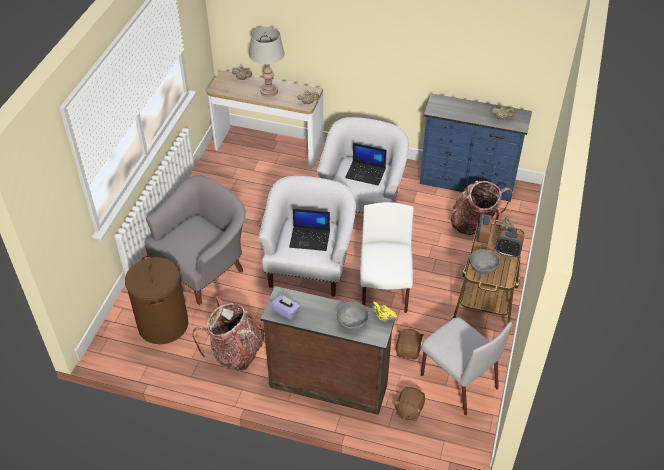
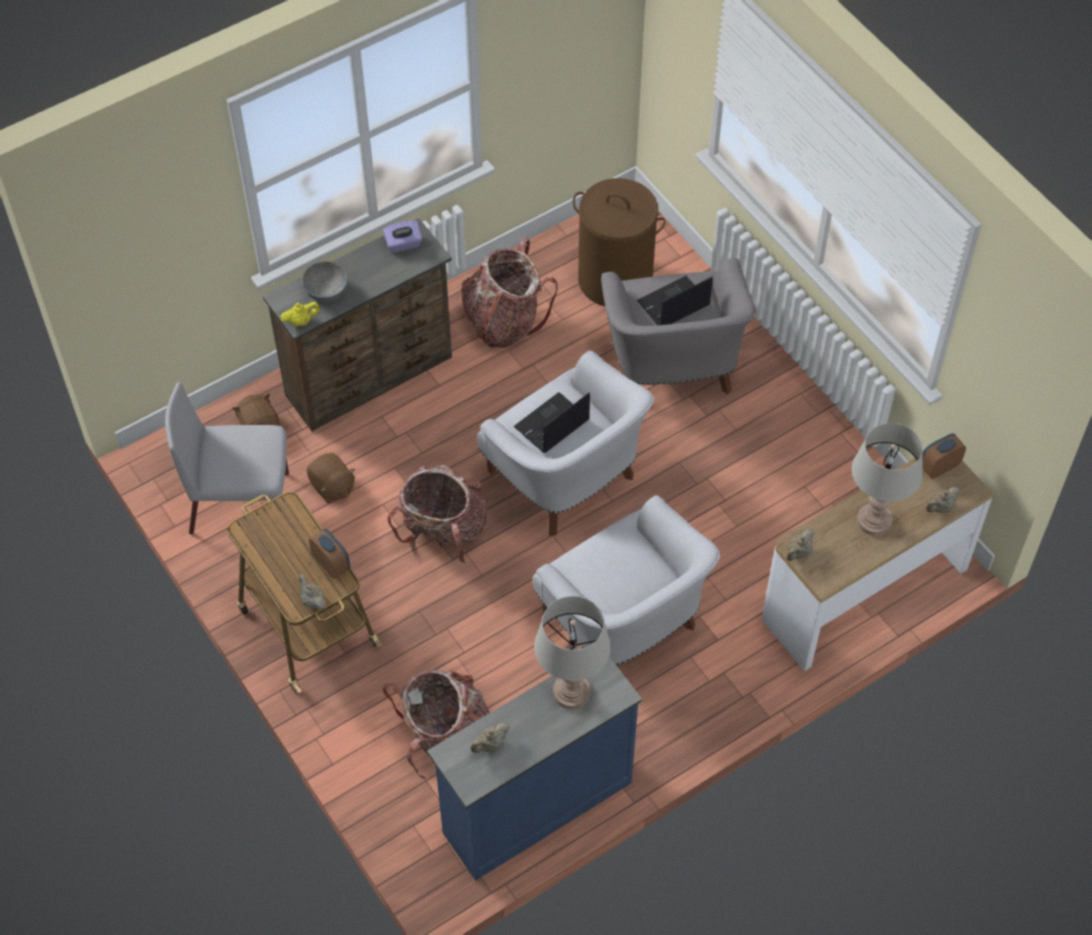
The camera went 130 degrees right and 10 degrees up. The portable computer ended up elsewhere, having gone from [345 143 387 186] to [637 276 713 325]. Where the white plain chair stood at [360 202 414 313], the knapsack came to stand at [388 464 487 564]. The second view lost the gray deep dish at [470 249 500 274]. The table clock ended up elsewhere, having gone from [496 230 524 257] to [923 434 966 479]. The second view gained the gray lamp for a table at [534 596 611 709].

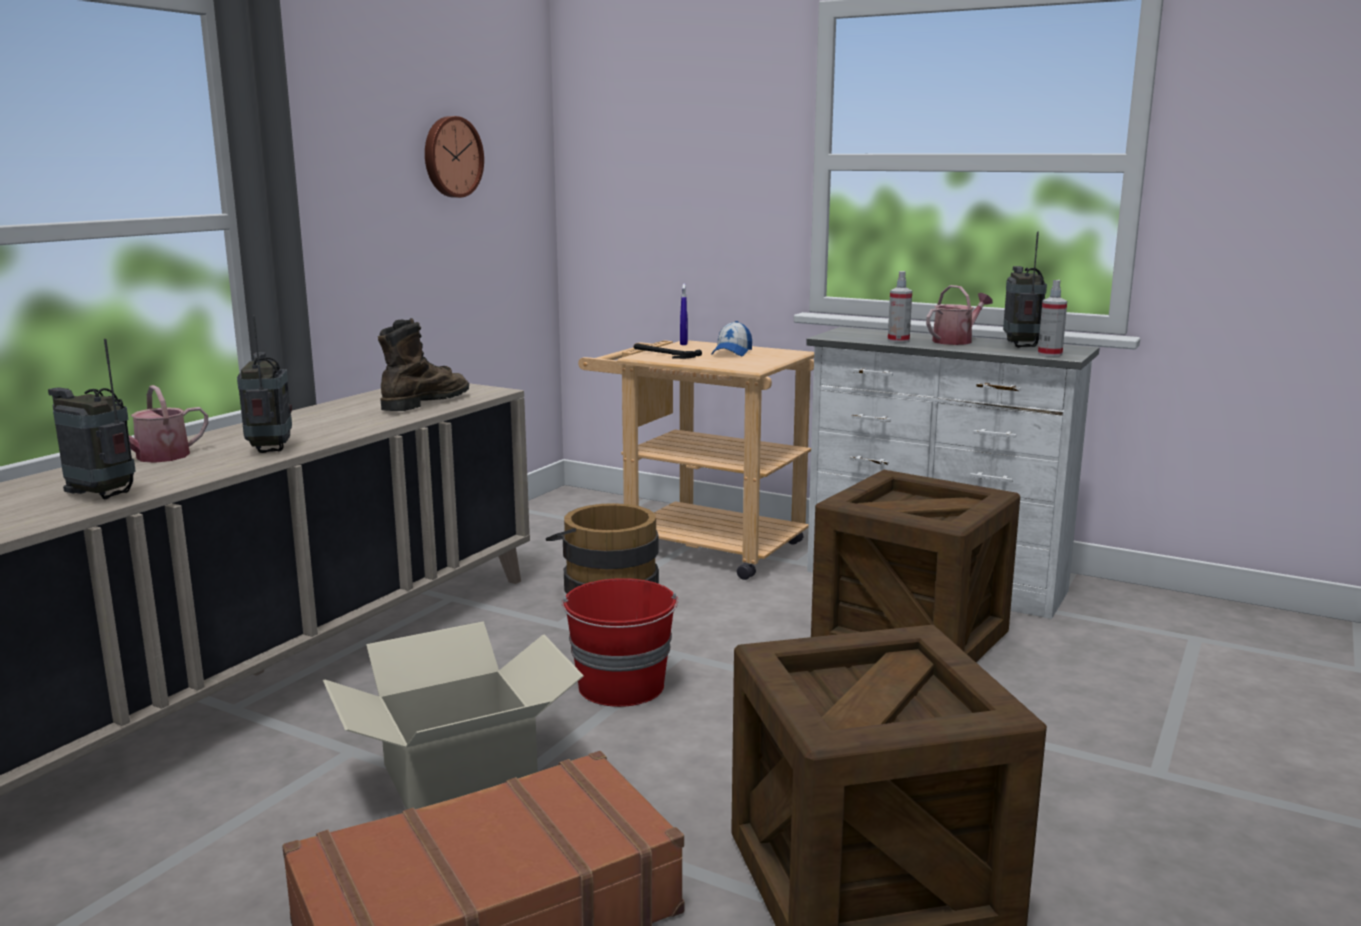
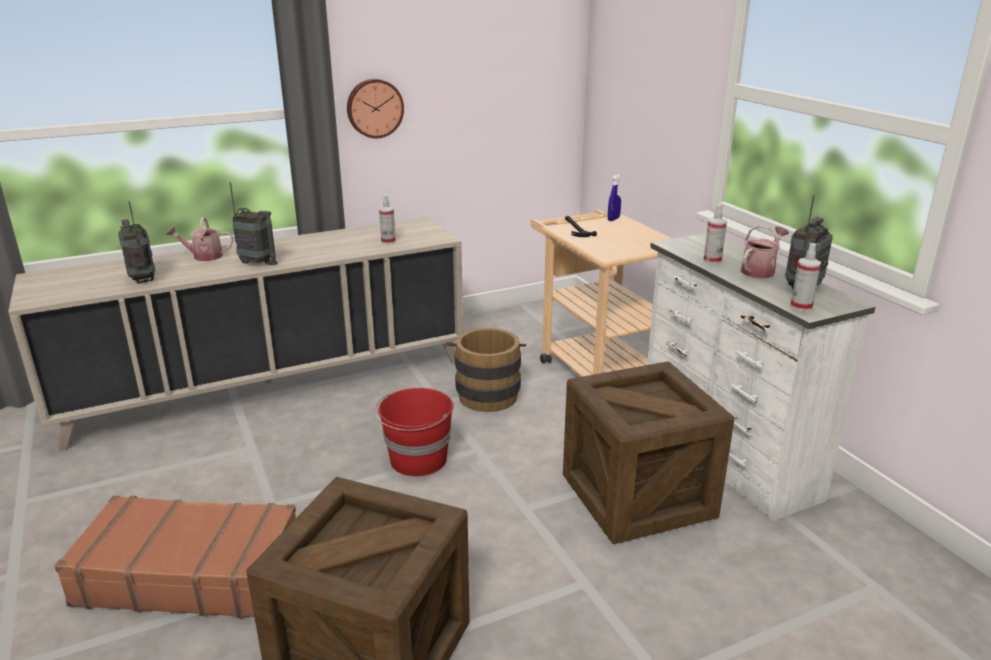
The camera went 35 degrees right and 10 degrees up. The radio set at [237 315 292 453] ended up facing another way, 90 degrees clockwise from before. The second view lost the packing box at [323 622 584 810]. Where the brown boot stood at [378 318 469 411], the sprayer came to stand at [379 195 396 244]. The clock on the wall ended up elsewhere, having gone from [425 116 484 198] to [347 79 404 138]. The second view lost the baseball cap at [711 321 752 356]. The watering pot at [926 285 993 345] ended up facing another way, 45 degrees counterclockwise from before.

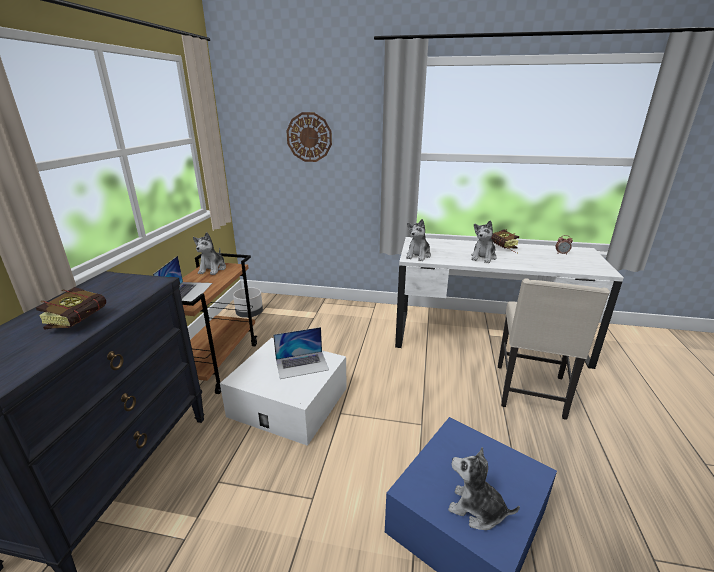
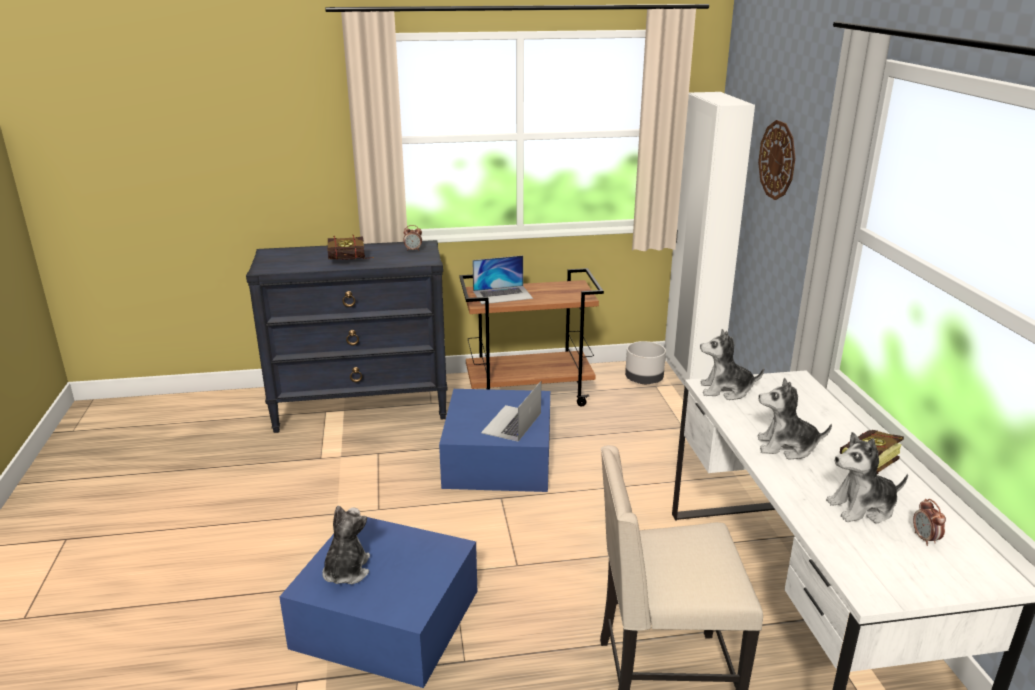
The camera went 70 degrees right and 0 degrees up. The soft toy ended up elsewhere, having gone from [193 232 226 275] to [826 432 908 524]. What was the white storage bin at [220 338 347 446] turned into the blue storage bin at [439 389 550 492]. The portable computer at [273 327 329 379] ended up facing another way, 60 degrees clockwise from before. The second view gained the table clock at [403 225 422 251]. The second view gained the white armoire at [665 92 755 386].

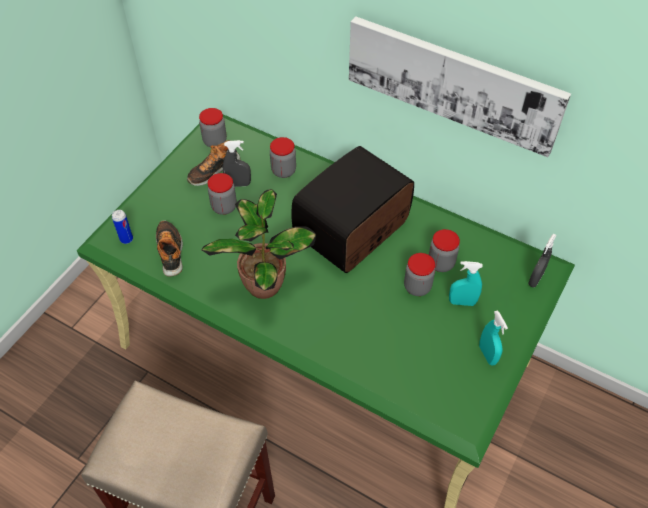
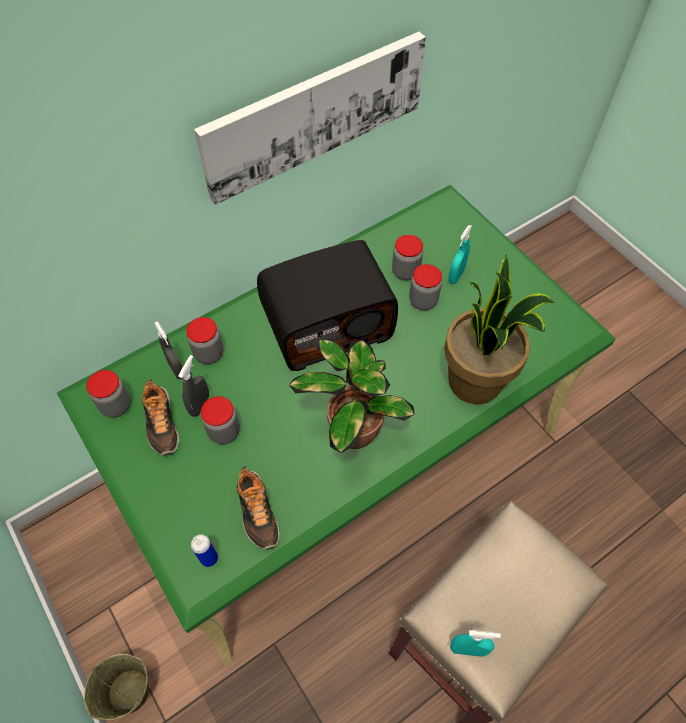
The camera went 65 degrees left and 5 degrees up. The shoe at [156 220 183 277] ended up facing another way, 120 degrees counterclockwise from before. The radio set at [292 146 414 273] ended up facing another way, 90 degrees counterclockwise from before. The turquoise sprayer ended up elsewhere, having gone from [479 310 508 366] to [450 630 501 657]. The gray sprayer ended up elsewhere, having gone from [528 234 557 287] to [154 321 183 379]. The second view gained the sand-coloured water bucket at [84 654 149 720]. The second view gained the houseplant at [444 254 554 404].

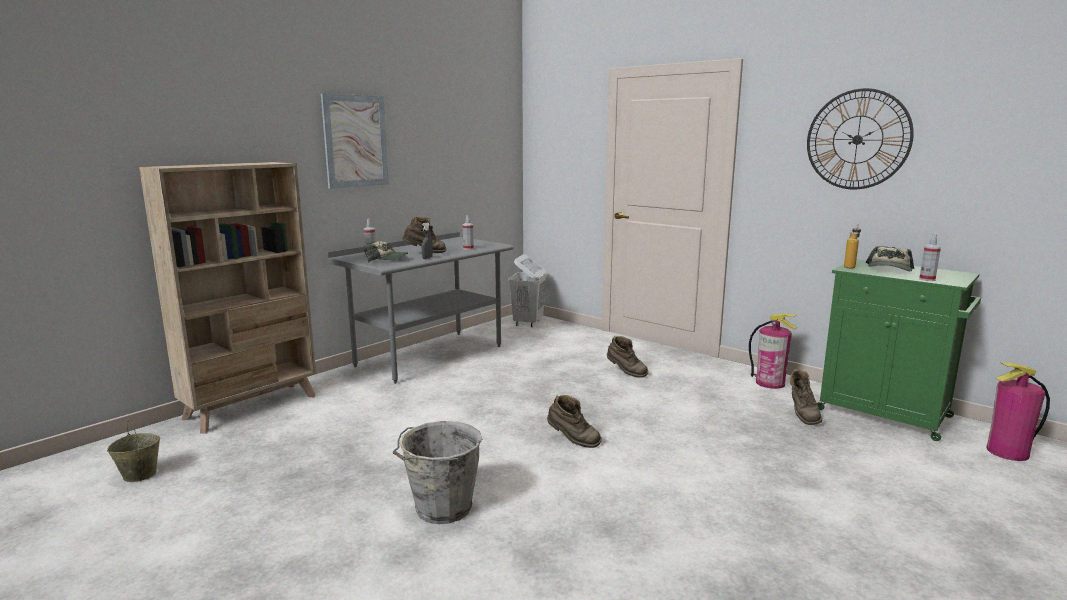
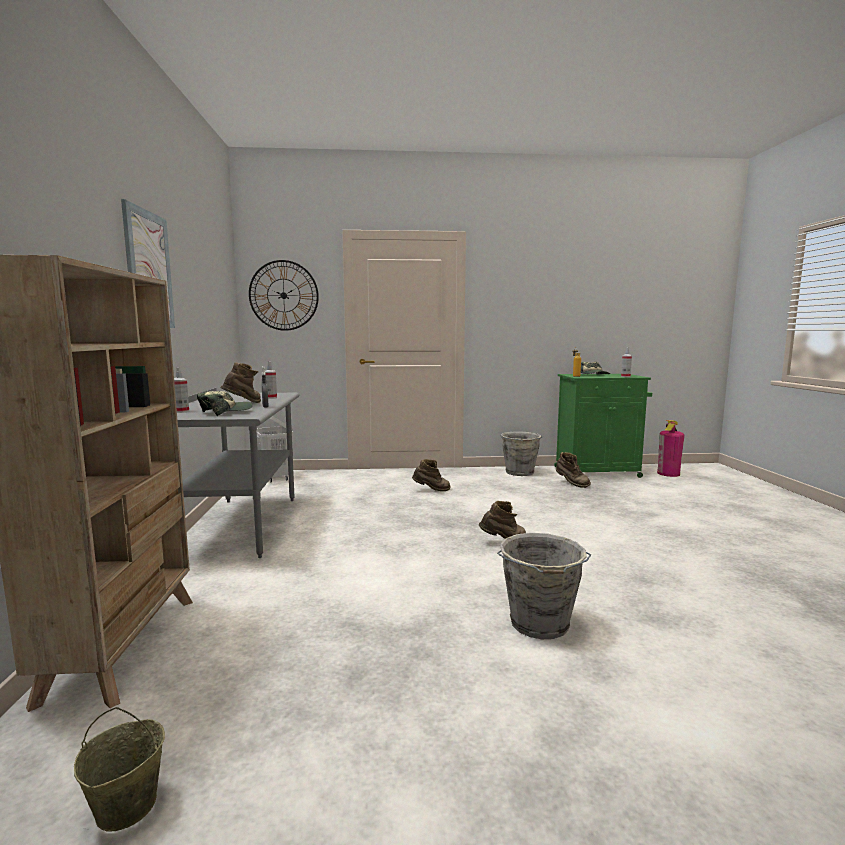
The camera went 45 degrees left and 5 degrees down. Where the extinguisher stood at [749 314 797 389], the gray water bucket came to stand at [501 432 544 476]. The clock on the wall ended up elsewhere, having gone from [807 88 914 189] to [249 260 319 331].

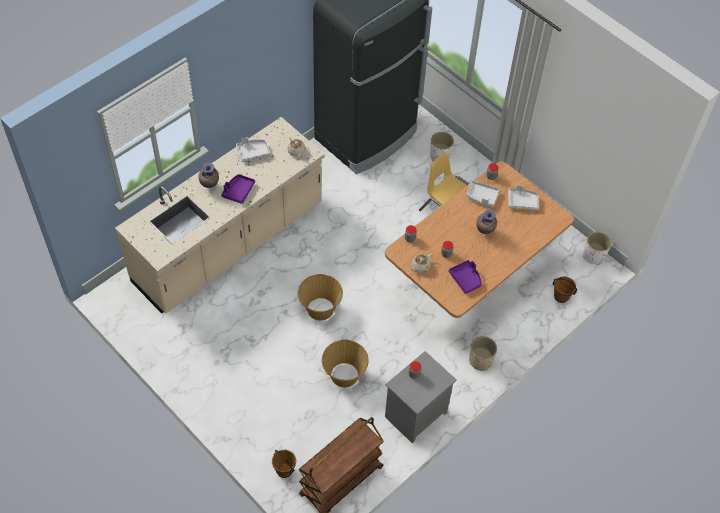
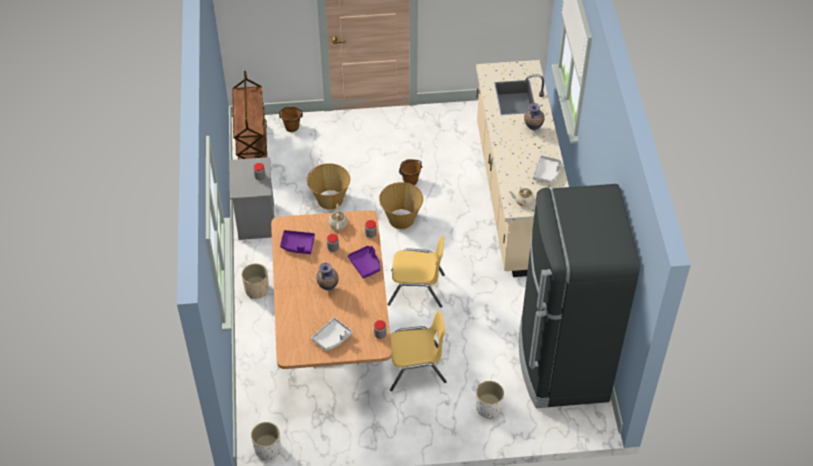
The camera went 130 degrees right and 5 degrees down. The purple-coloured carrying tray ended up elsewhere, having gone from [221 174 255 204] to [348 245 380 279]. The second view lost the gray carrying tray at [466 181 500 207]. The brown water bucket ended up elsewhere, having gone from [552 276 577 303] to [399 159 422 185]. The second view gained the yellow plain chair at [387 236 445 308].

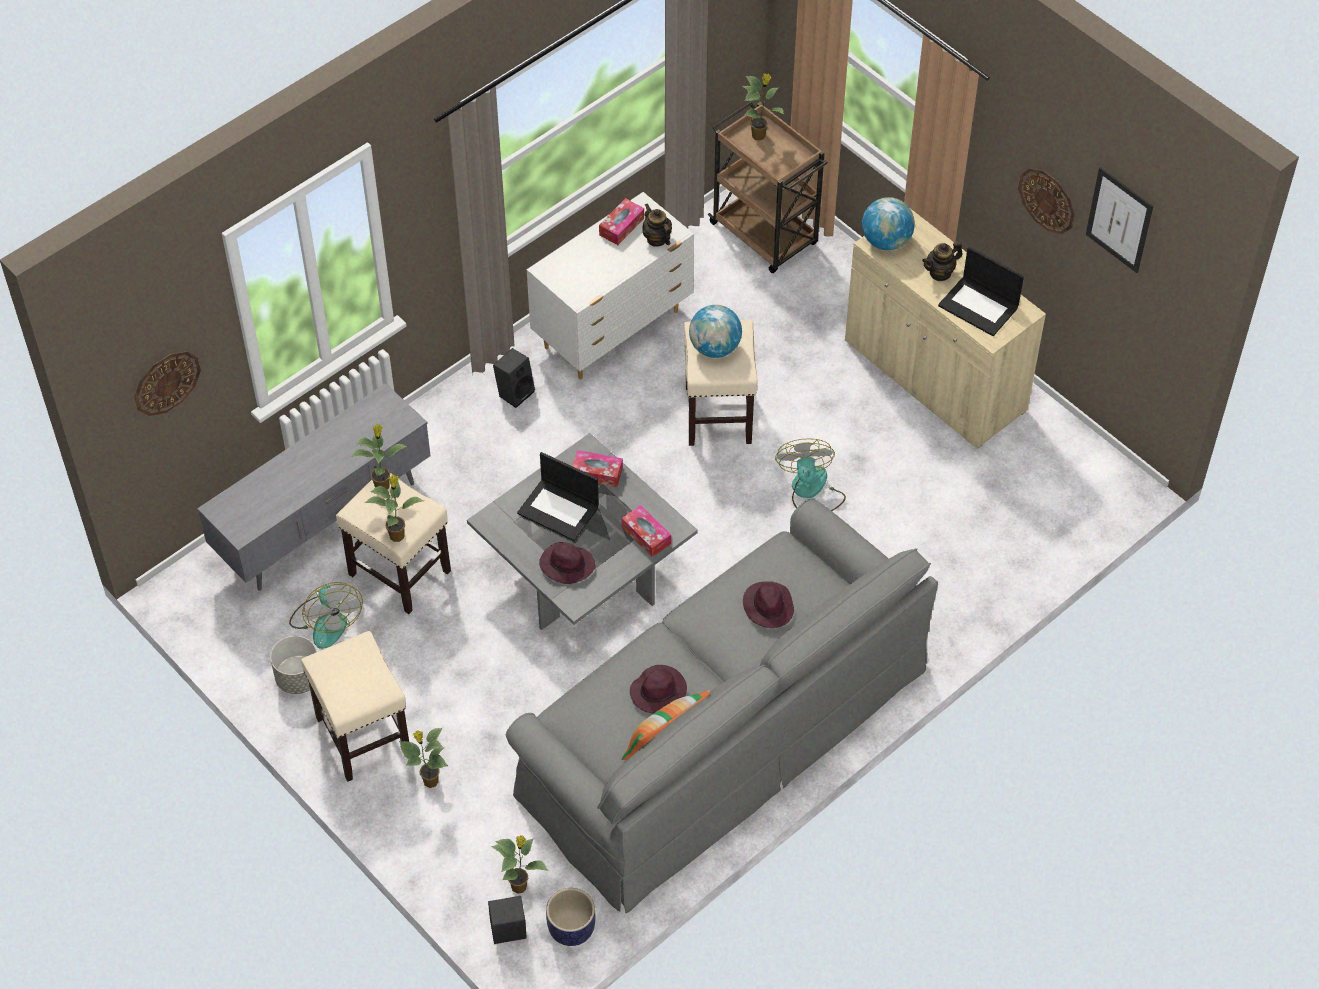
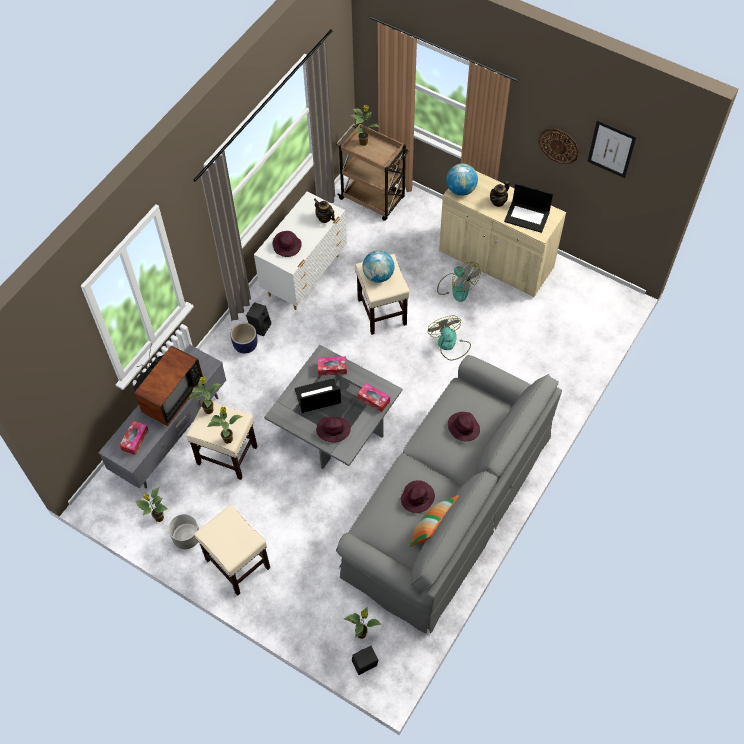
The camera went 15 degrees left and 5 degrees up. The second view lost the clock on the wall at [134 351 201 416]. The cooling fan ended up elsewhere, having gone from [289 582 363 649] to [437 262 481 302]. The houseplant ended up elsewhere, having gone from [399 728 448 788] to [135 488 168 522]. The portable computer at [517 452 599 541] ended up facing another way, 150 degrees clockwise from before. The plant pot ended up elsewhere, having gone from [546 888 595 946] to [230 323 257 354]. The tissue holder ended up elsewhere, having gone from [599 198 644 245] to [119 421 148 455]. The second view gained the TV at [134 343 203 426]. The second view gained the purple-coloured hat at [273 231 302 257].

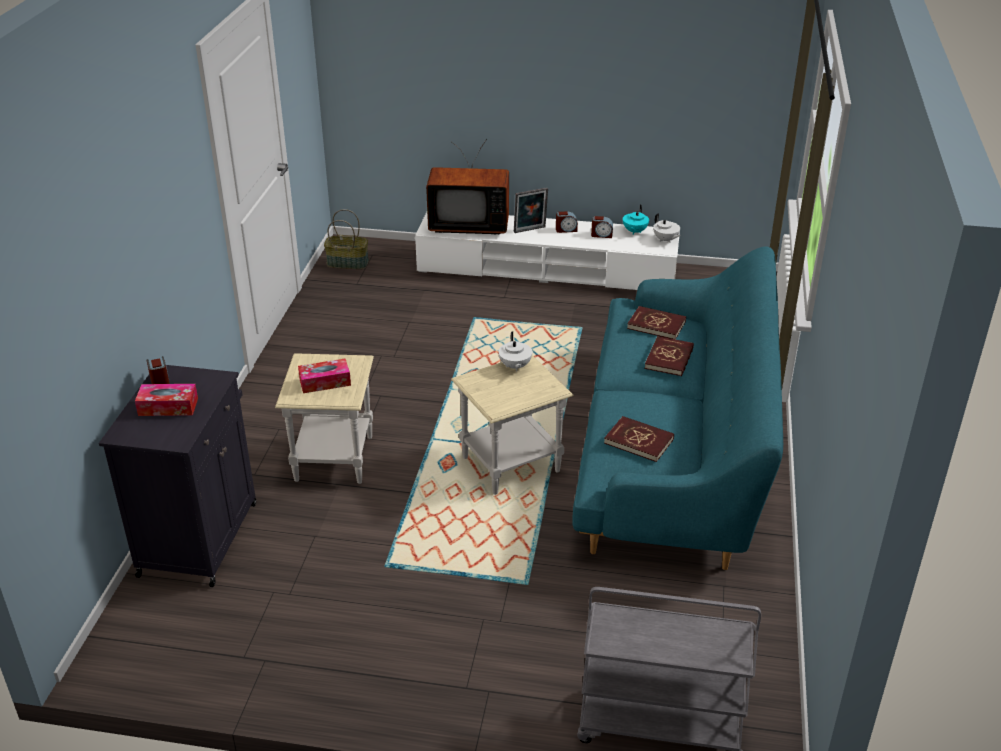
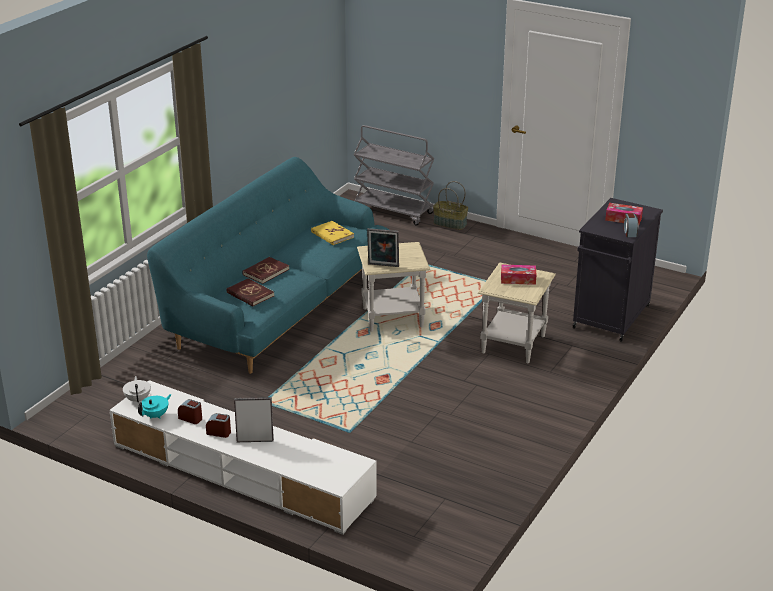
The camera went 160 degrees left and 5 degrees down. The storage basket ended up elsewhere, having gone from [324 209 369 269] to [433 181 468 230]. The second view lost the TV at [426 139 509 235]. Where the white teapot stood at [498 331 532 371], the photo frame came to stand at [367 228 399 267]. What was the red volume at [604 416 674 462] turned into the yellow volume at [311 221 354 245].

